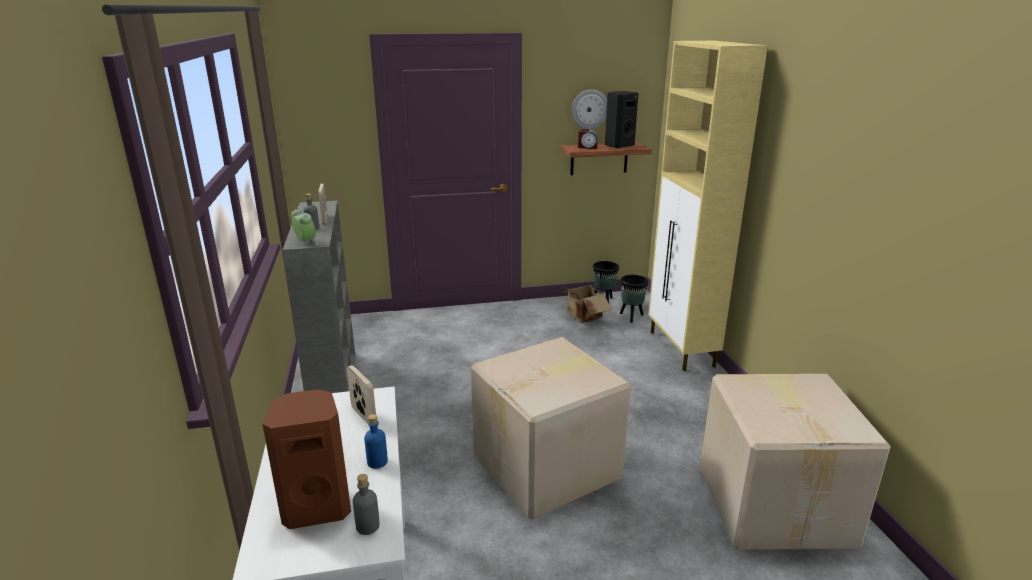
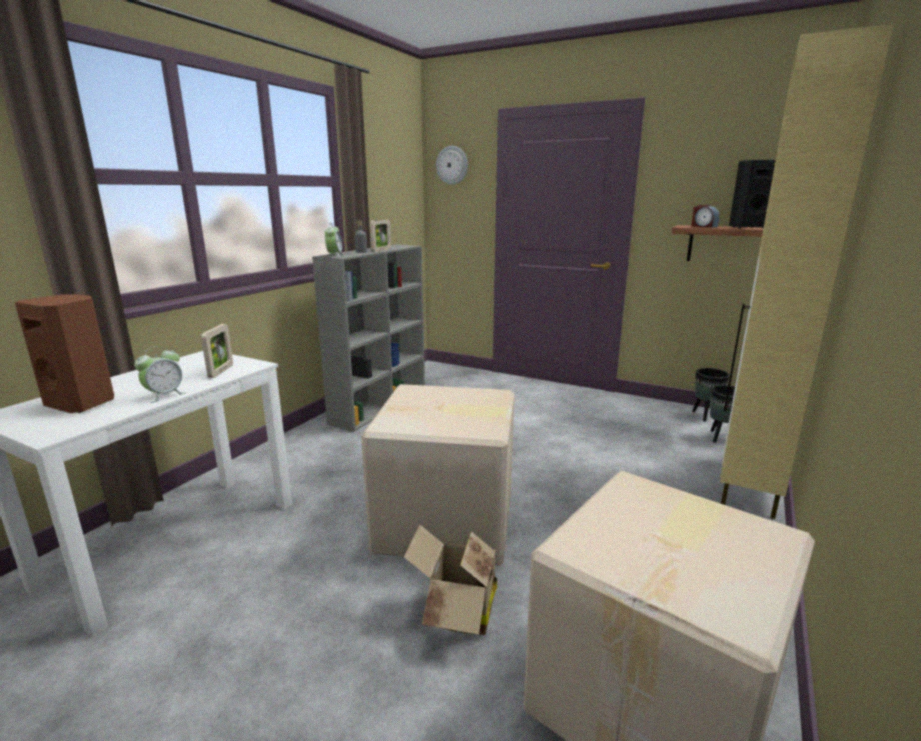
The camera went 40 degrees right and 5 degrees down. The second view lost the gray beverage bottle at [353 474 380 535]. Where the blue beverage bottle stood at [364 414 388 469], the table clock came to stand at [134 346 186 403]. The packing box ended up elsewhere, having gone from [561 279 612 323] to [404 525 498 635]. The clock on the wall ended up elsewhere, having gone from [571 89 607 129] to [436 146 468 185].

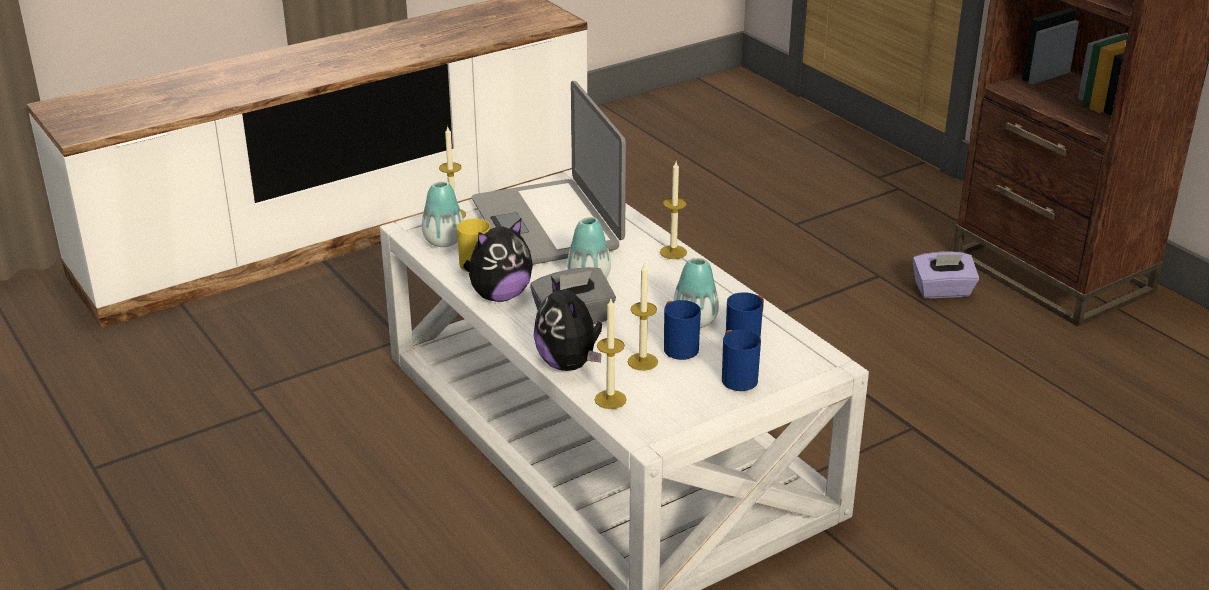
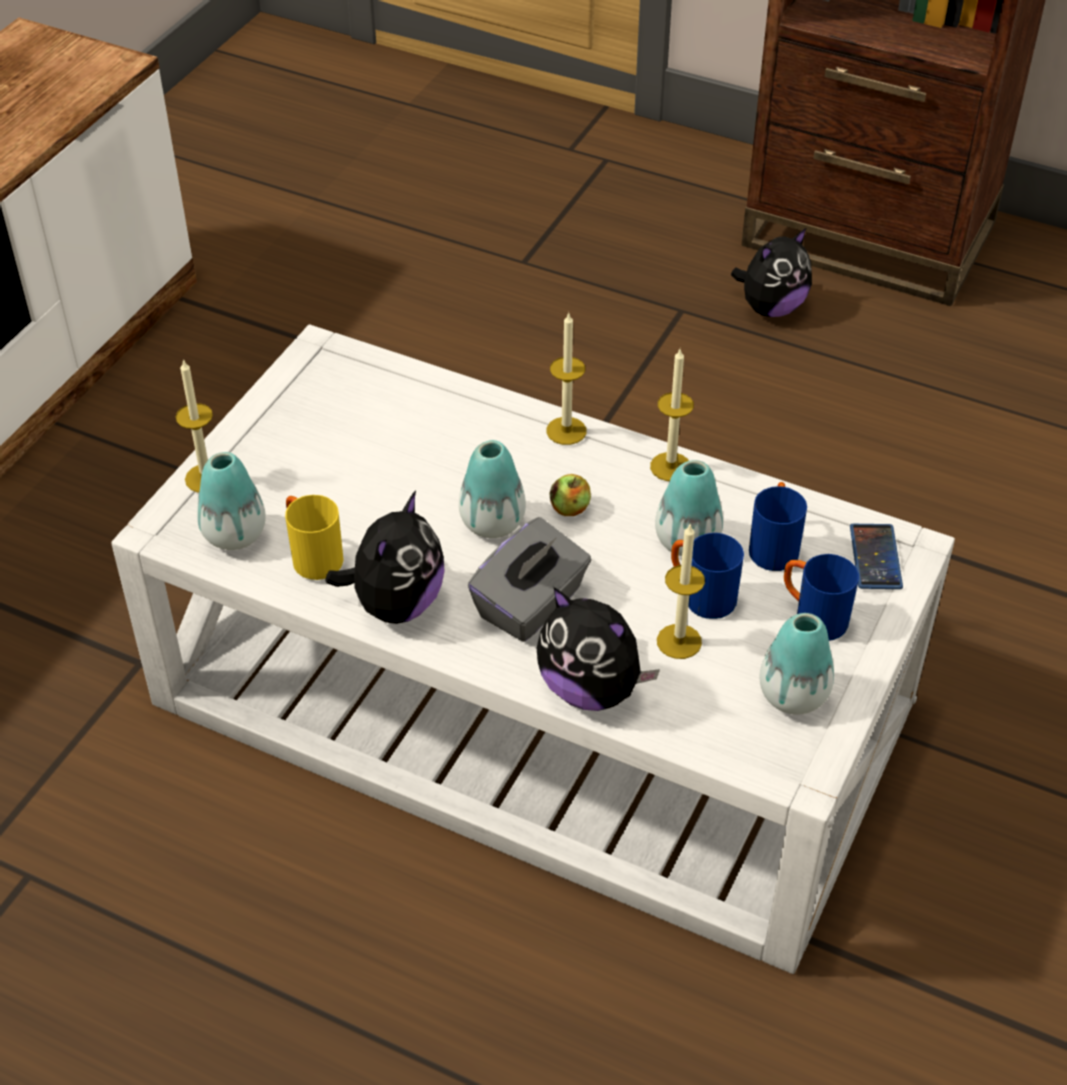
The camera went 30 degrees left and 15 degrees up. The second view lost the portable computer at [471 81 626 265]. The wax light ended up elsewhere, having gone from [595 299 627 409] to [650 349 694 481]. Where the purple-coloured tissue holder stood at [912 251 979 298], the soft toy came to stand at [731 228 812 317]. The second view gained the apple at [550 474 591 516]. The second view gained the flower vase at [760 613 834 715]. The second view gained the telephone at [850 524 903 589].

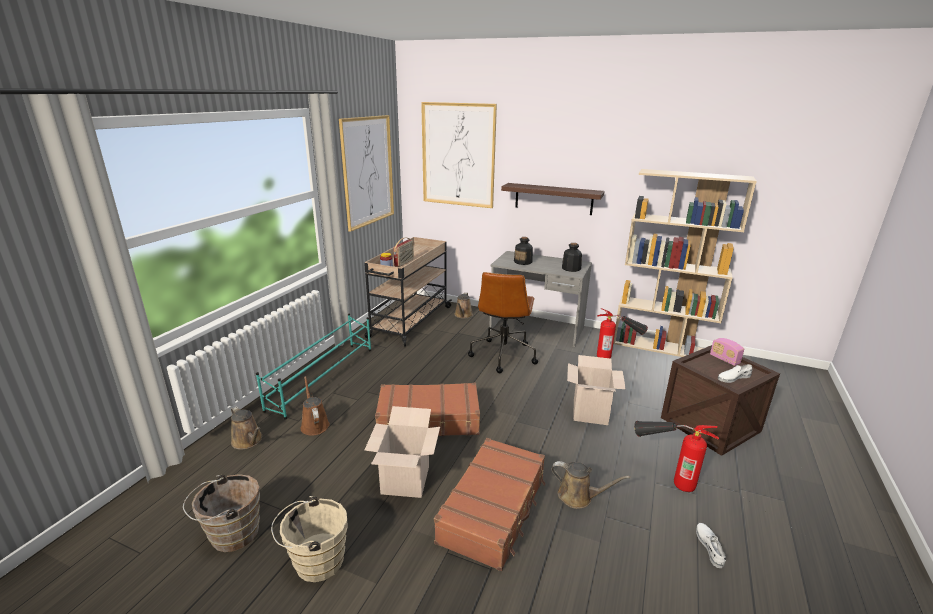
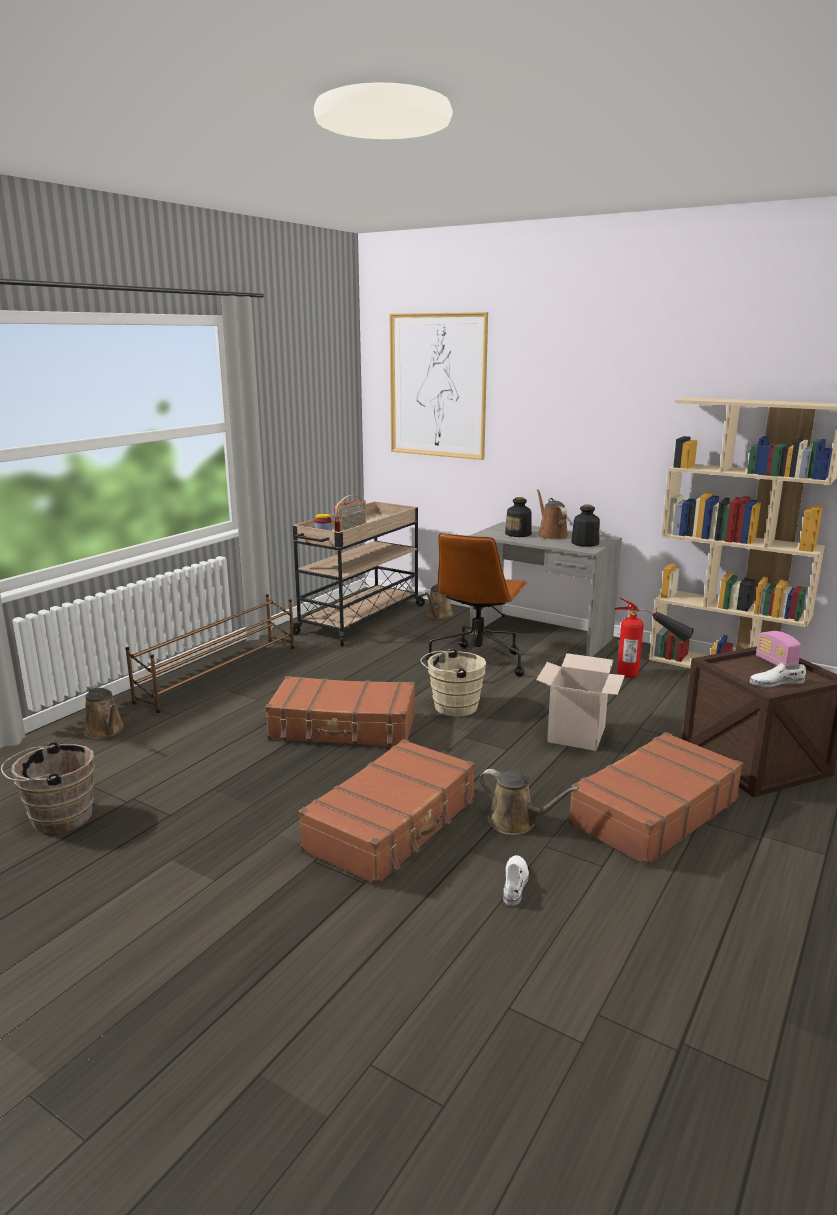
The camera went 10 degrees right and 5 degrees down. What was the turquoise shoe shelf at [256 313 371 420] turned into the brown shoe shelf at [125 594 295 713]. The sand-coloured water bucket ended up elsewhere, having gone from [271 496 348 582] to [421 648 486 717]. The brown watering pot ended up elsewhere, having gone from [301 376 330 435] to [537 489 568 539]. The second view lost the wall art at [339 115 394 232]. The second view lost the packing box at [365 406 440 498]. The second view lost the shelf at [501 183 604 215]. Where the extinguisher stood at [634 421 719 492], the brown piece of luggage came to stand at [568 732 743 866]. The white shoe ended up elsewhere, having gone from [696 523 726 568] to [503 855 529 906].

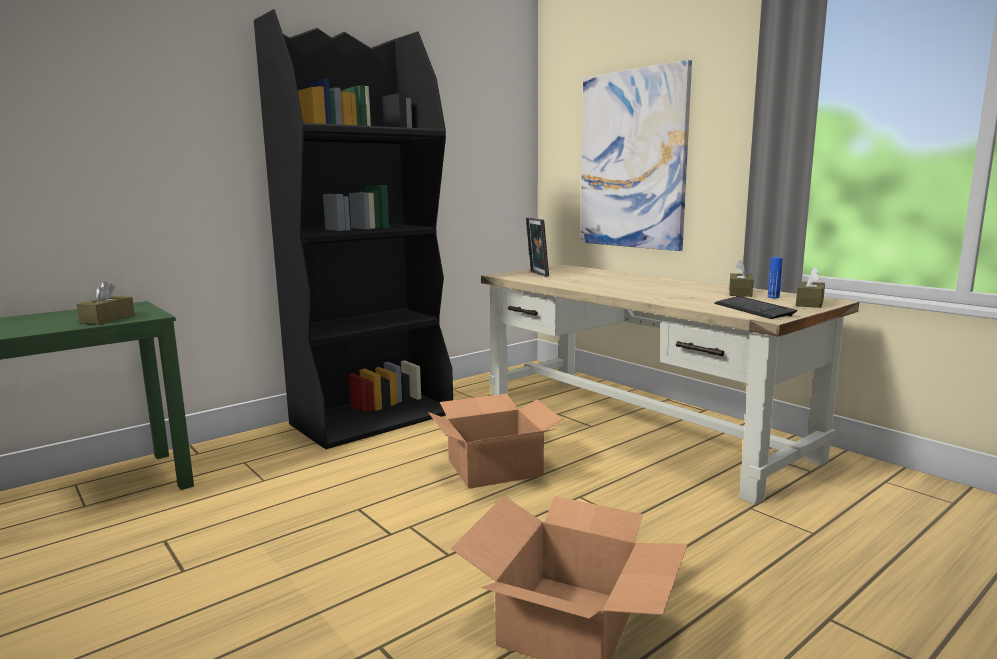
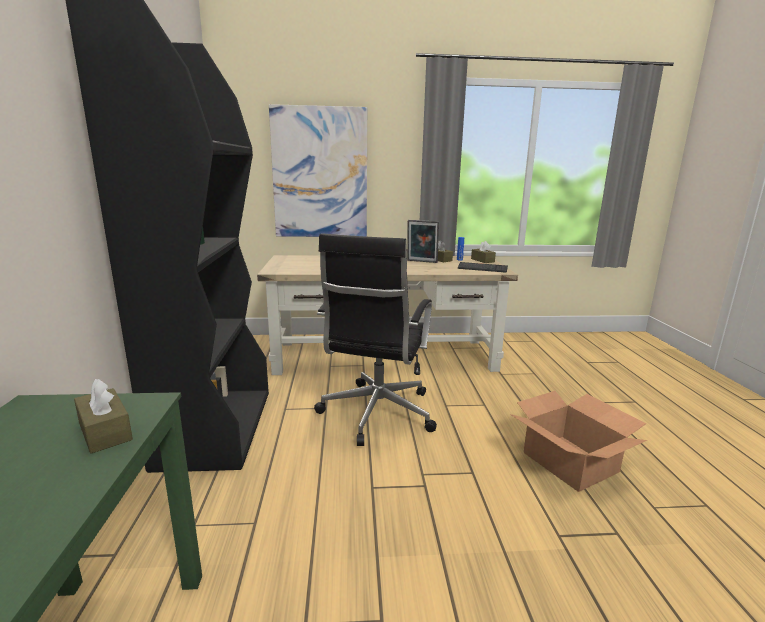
The camera went 55 degrees left and 5 degrees up. Where the packing box stood at [428 394 563 489], the black desk chair came to stand at [314 233 437 446]. The photo frame ended up elsewhere, having gone from [526 217 549 277] to [407 220 439 263].

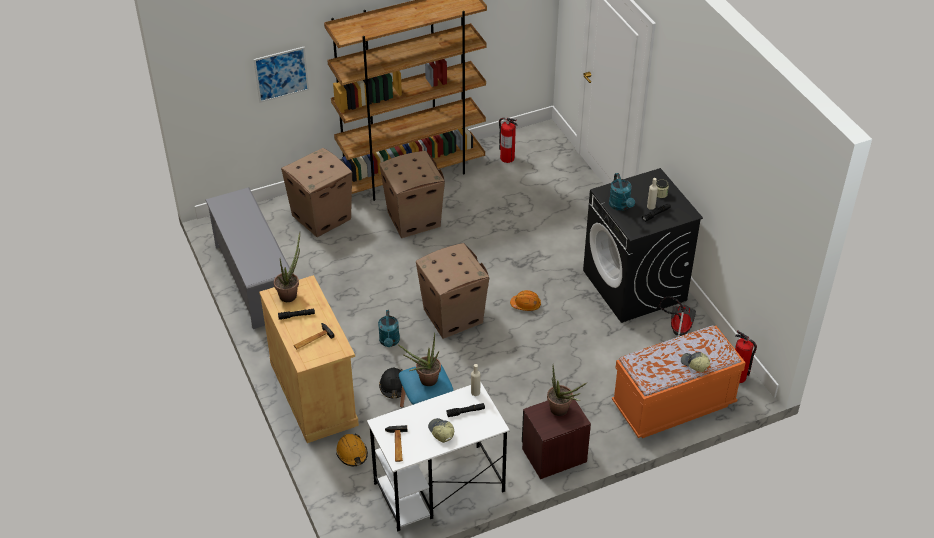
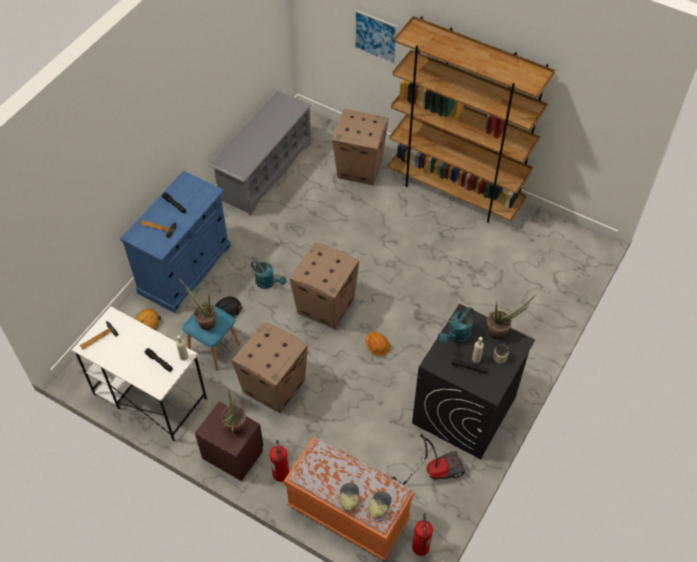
The camera went 55 degrees right and 10 degrees up. What was the sand-coloured cabinet at [259 275 359 443] turned into the blue cabinet at [120 171 231 313]. The houseplant ended up elsewhere, having gone from [274 232 300 302] to [487 294 536 339]. The turquoise watering pot at [378 310 400 347] ended up facing another way, 105 degrees counterclockwise from before. The packing box ended up elsewhere, having gone from [379 151 445 238] to [231 322 308 413]. The baseball cap ended up elsewhere, having gone from [428 418 454 443] to [368 491 391 518]. The extinguisher ended up elsewhere, having gone from [499 118 517 163] to [270 440 289 482].

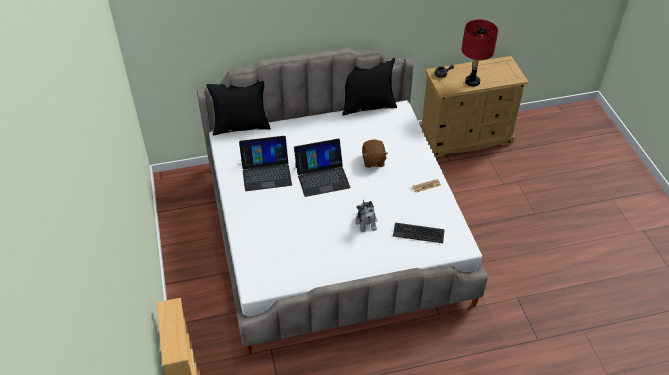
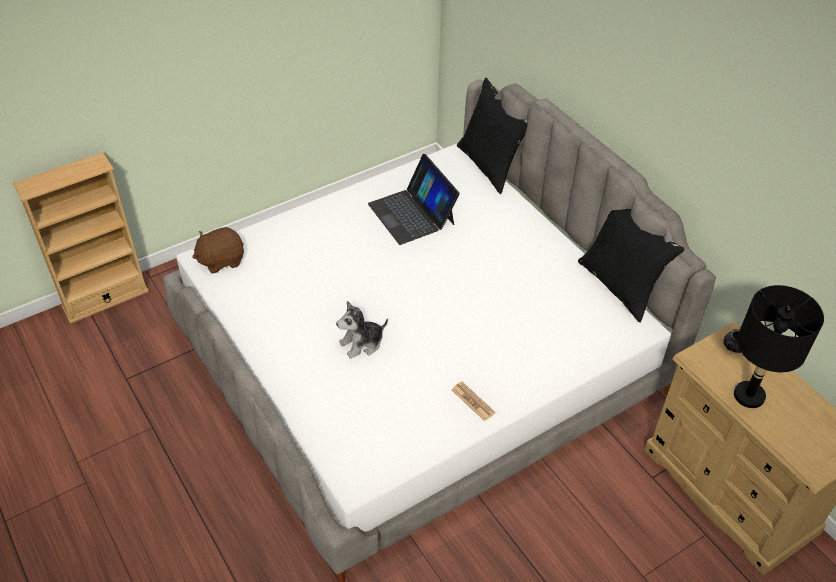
The camera went 70 degrees right and 0 degrees up. The second view lost the portable computer at [294 139 351 197]. The brown soft toy ended up elsewhere, having gone from [362 139 388 168] to [192 227 244 274]. The second view lost the computer keyboard at [393 223 444 243]. What was the red lamp for a table at [462 20 498 87] turned into the black lamp for a table at [734 285 824 408].

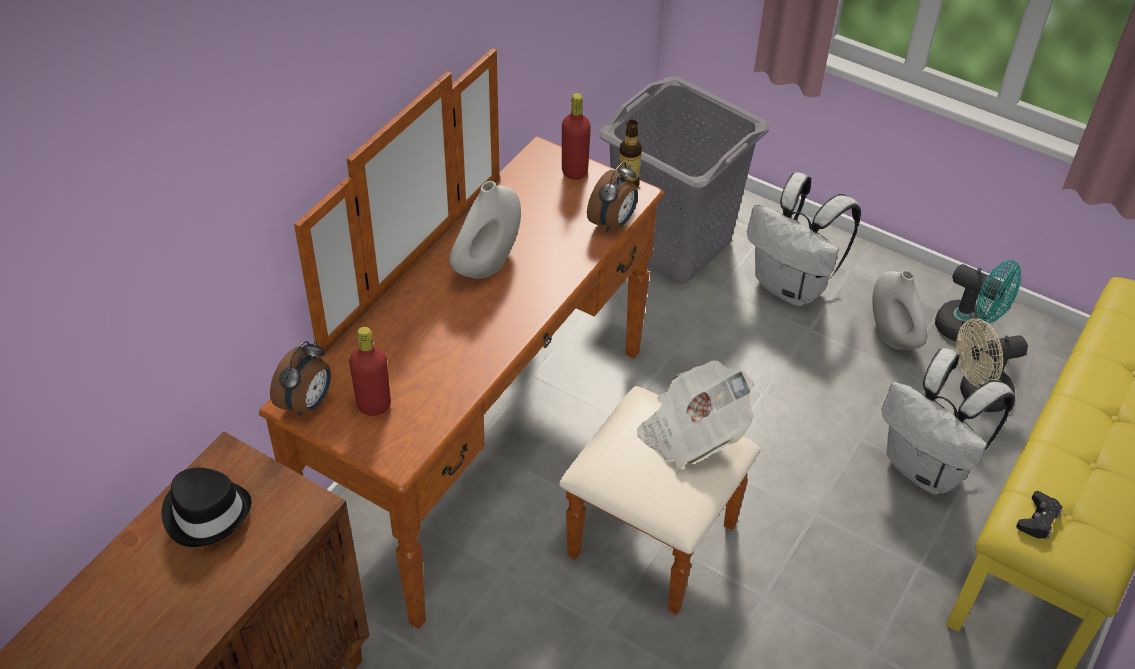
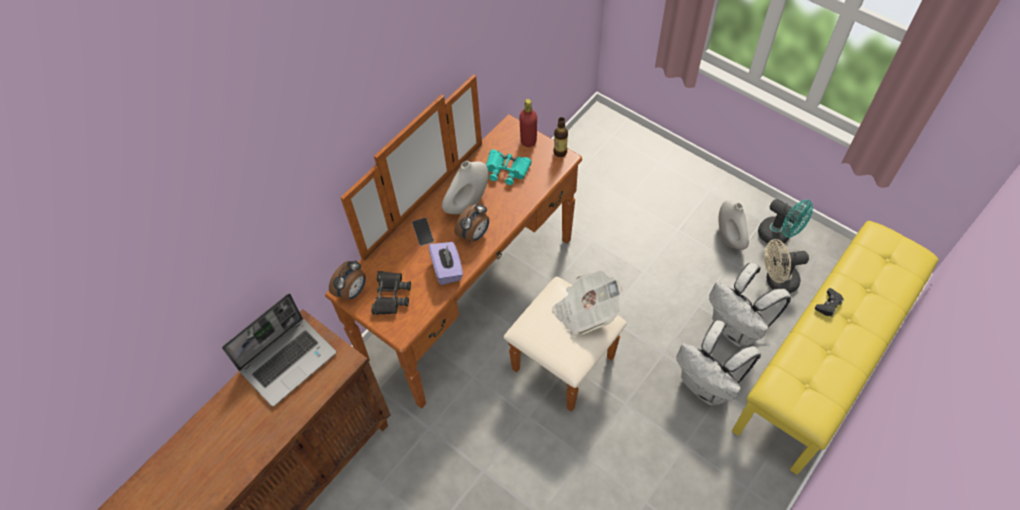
The camera went 10 degrees right and 10 degrees up. Where the black hat stood at [162 468 251 547], the portable computer came to stand at [222 293 336 406]. Where the red beverage bottle stood at [349 327 391 416], the black field glasses came to stand at [371 271 411 315]. The table clock ended up elsewhere, having gone from [587 162 638 232] to [454 204 489 242]. The second view lost the gray laundry basket at [598 76 770 284]. The white knapsack ended up elsewhere, having gone from [747 172 861 307] to [676 320 761 406]. The black joypad ended up elsewhere, having gone from [1016 491 1063 540] to [815 288 844 317]. The second view gained the telephone at [412 218 434 246]. The second view gained the purple-coloured tissue holder at [429 242 463 285]. The second view gained the turquoise field glasses at [486 149 532 185].

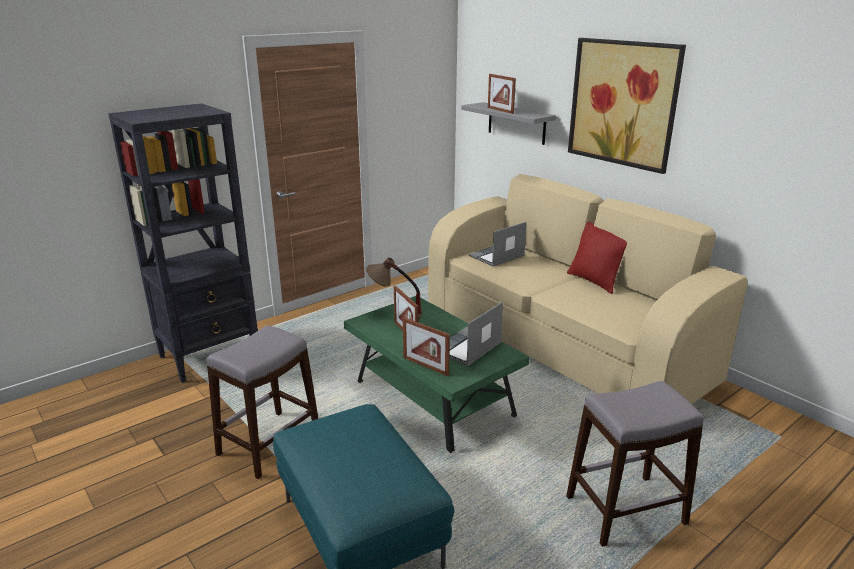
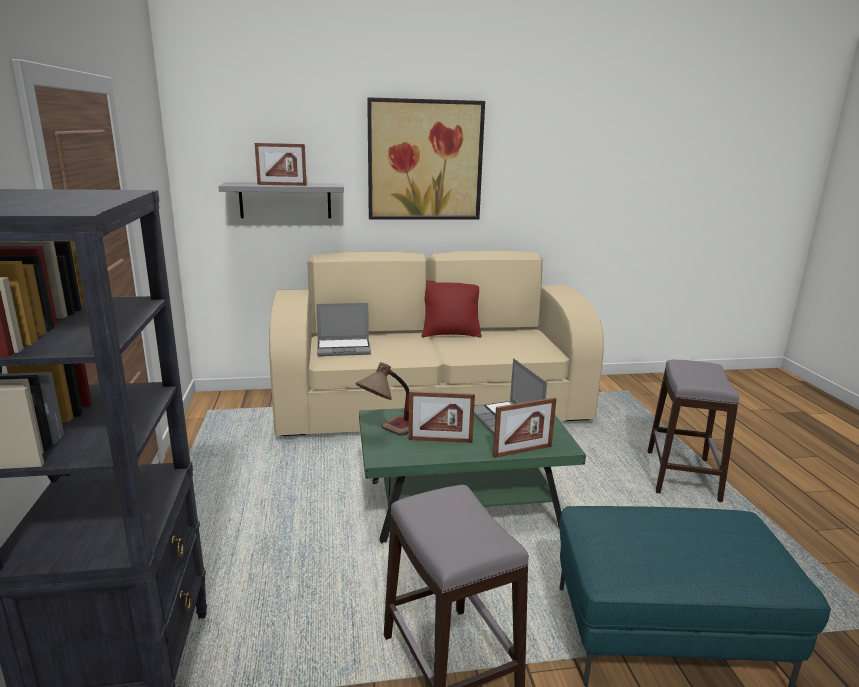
The camera went 60 degrees left and 5 degrees down. The portable computer at [469 222 527 267] ended up facing another way, 90 degrees counterclockwise from before.

